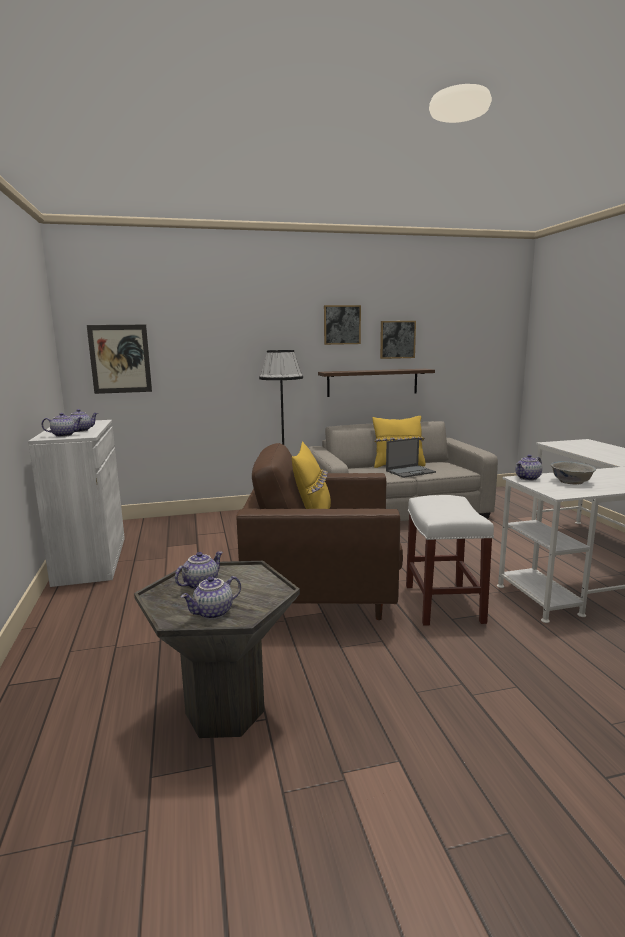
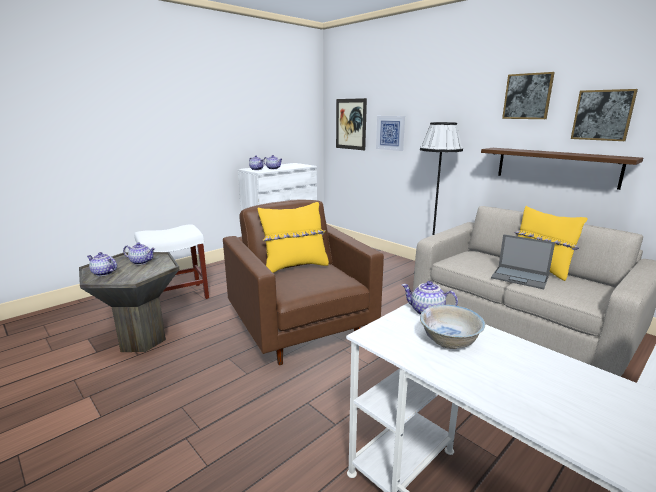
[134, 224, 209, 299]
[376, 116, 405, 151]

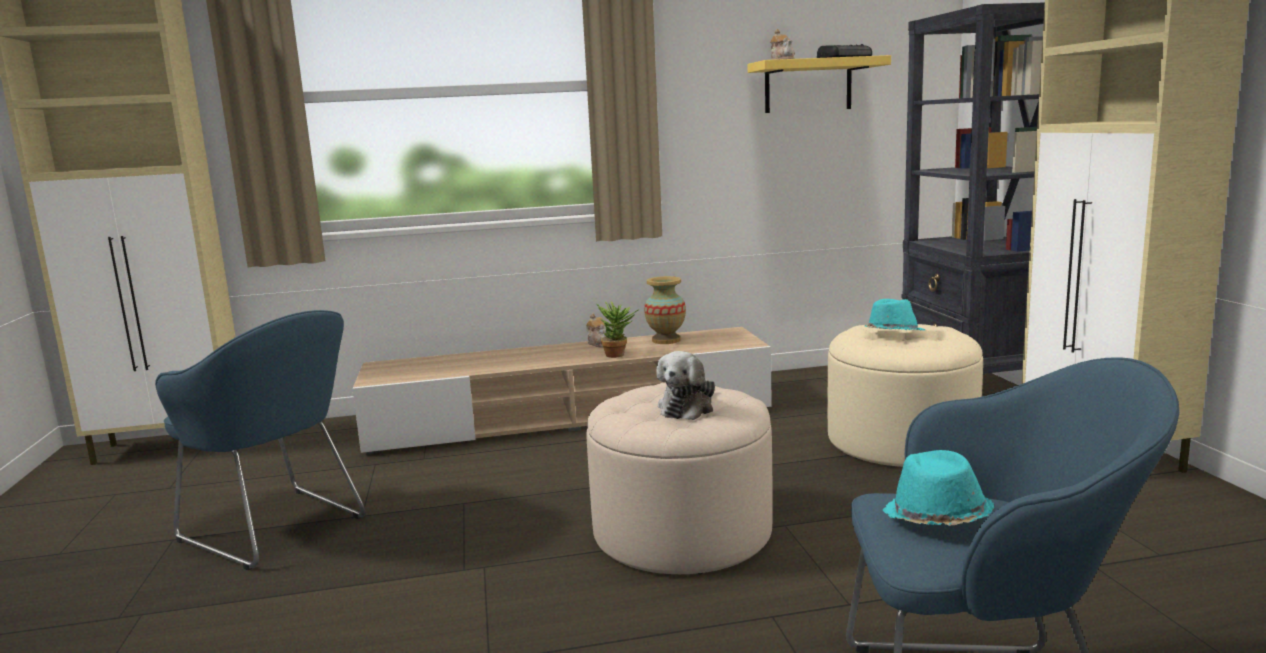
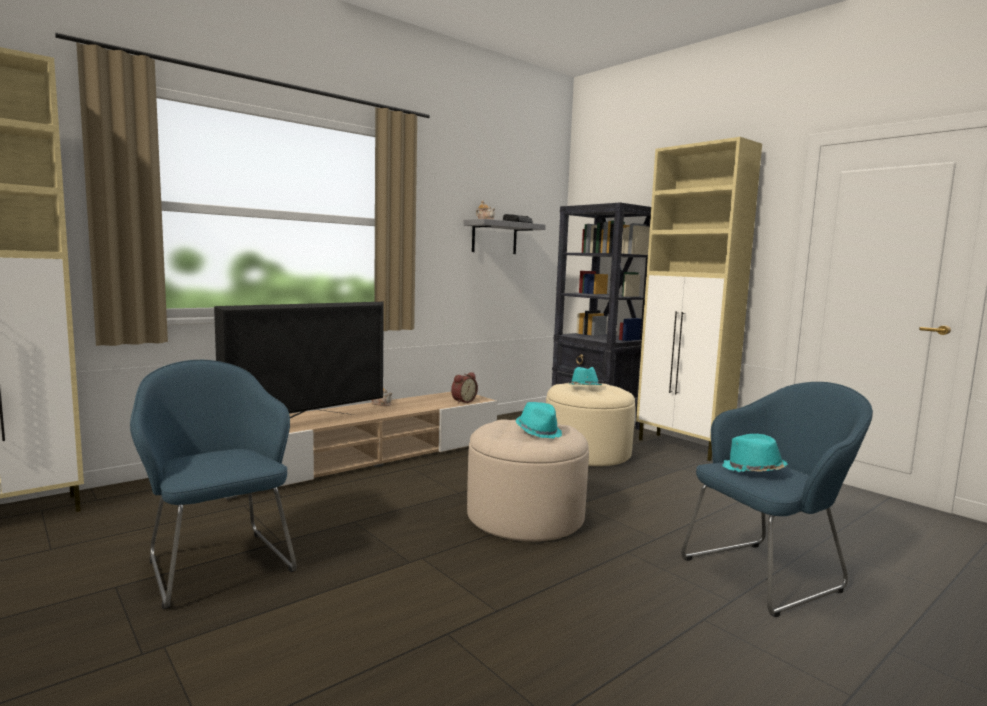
[130, 360, 297, 610]
[597, 302, 639, 358] (first image)
[644, 276, 686, 344] (first image)
[516, 402, 562, 439]
[463, 219, 546, 254]
[214, 302, 384, 418]
[451, 372, 478, 404]

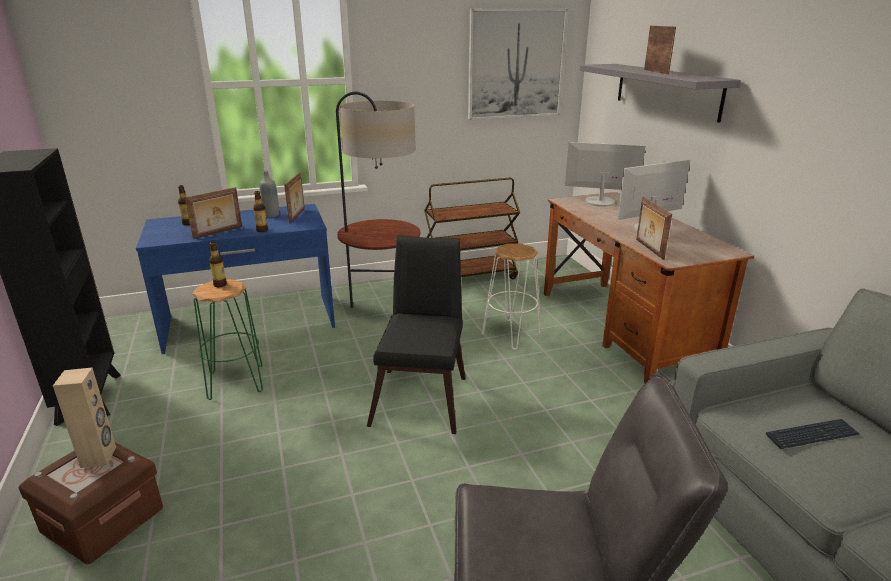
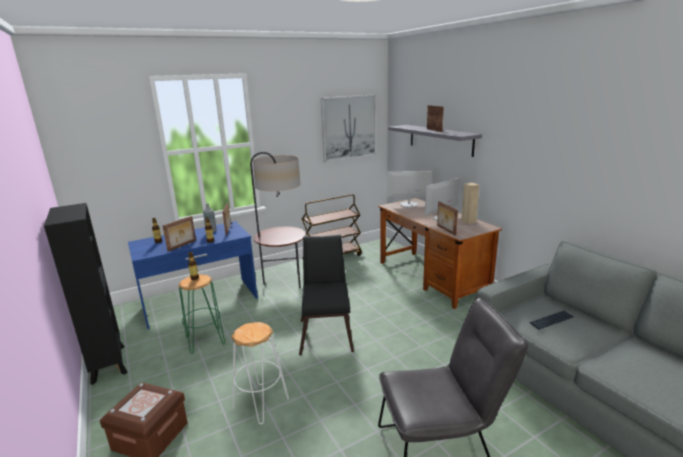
[461, 183, 479, 224]
[231, 322, 289, 424]

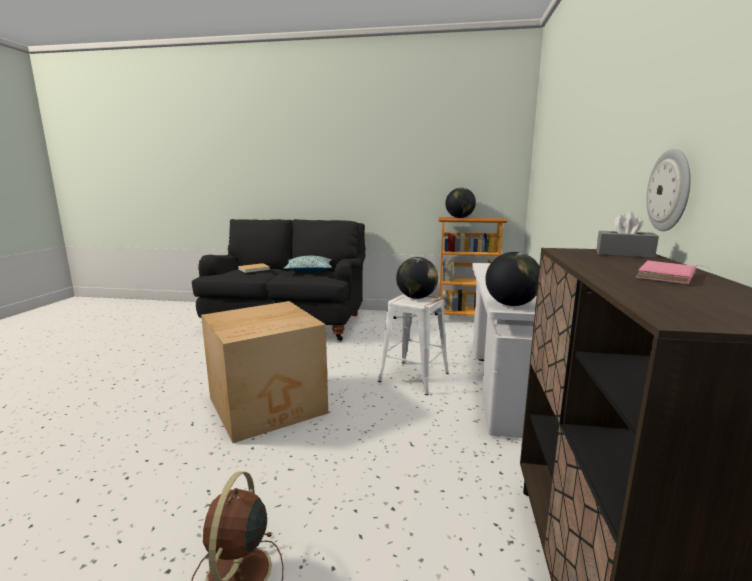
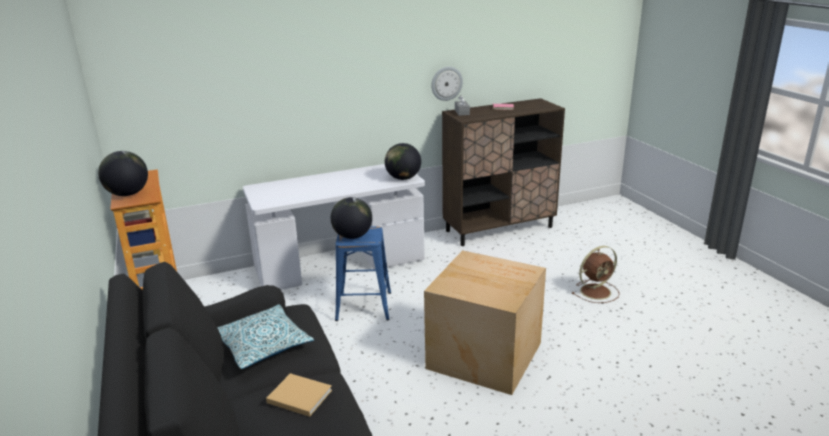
[335, 226, 391, 321]

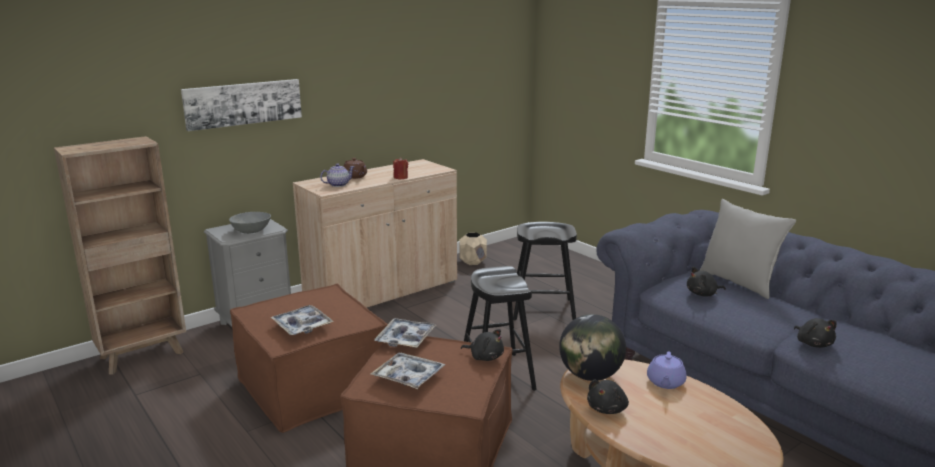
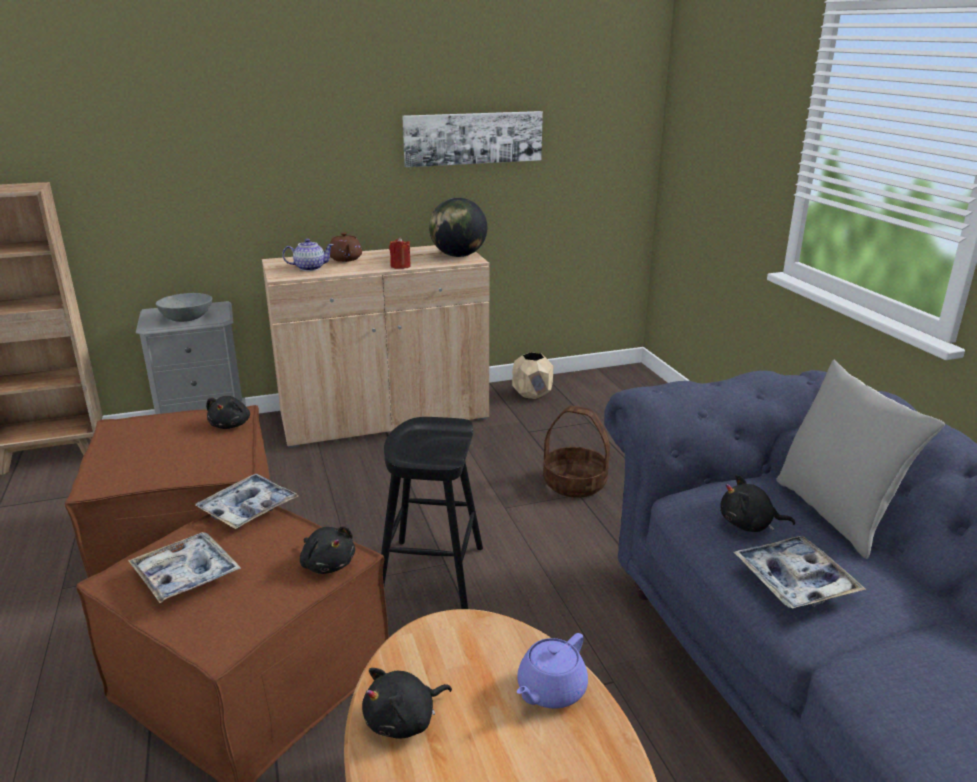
[402, 111, 543, 167]
[733, 536, 866, 609]
[543, 406, 610, 498]
[429, 198, 487, 257]
[206, 396, 250, 429]

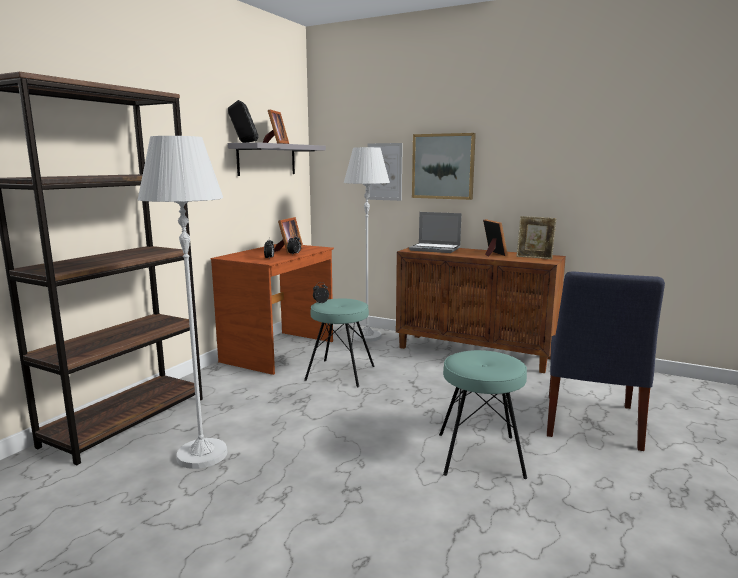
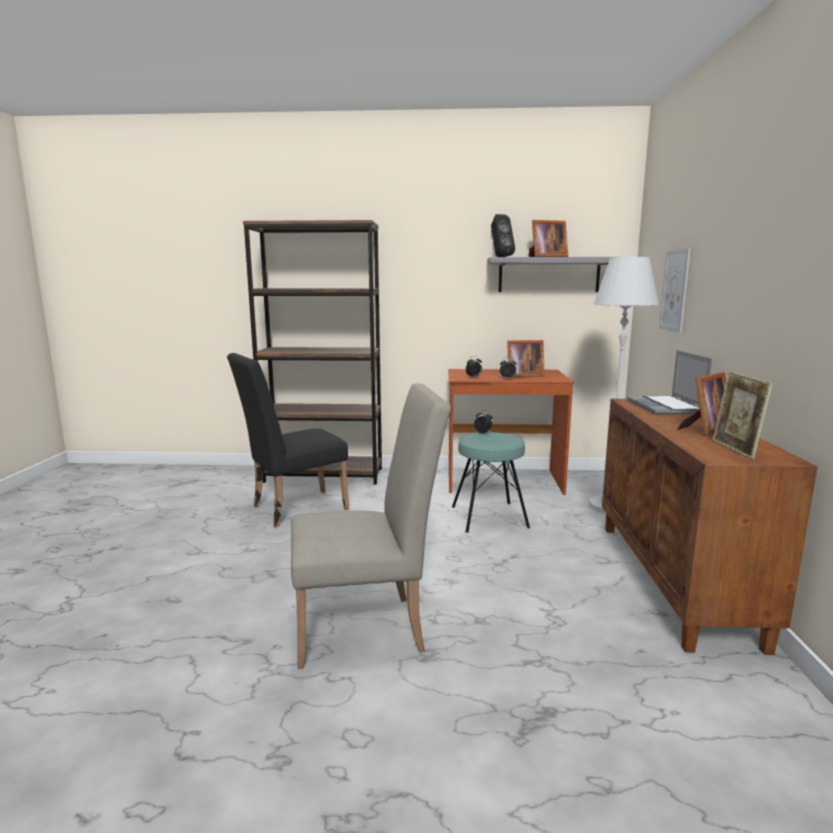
[227, 353, 349, 527]
[412, 133, 476, 200] (first image)
[291, 383, 451, 669]
[547, 271, 665, 451] (first image)

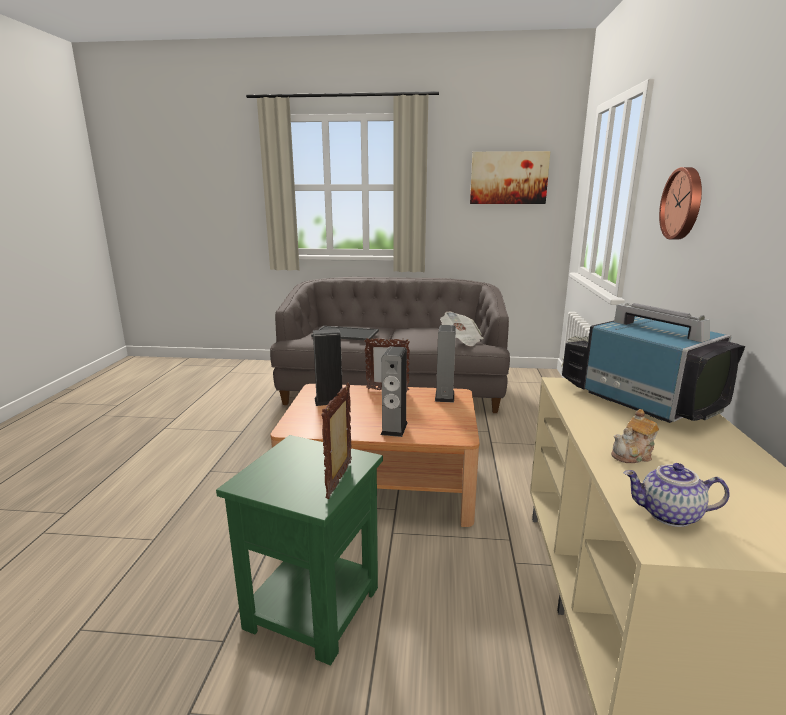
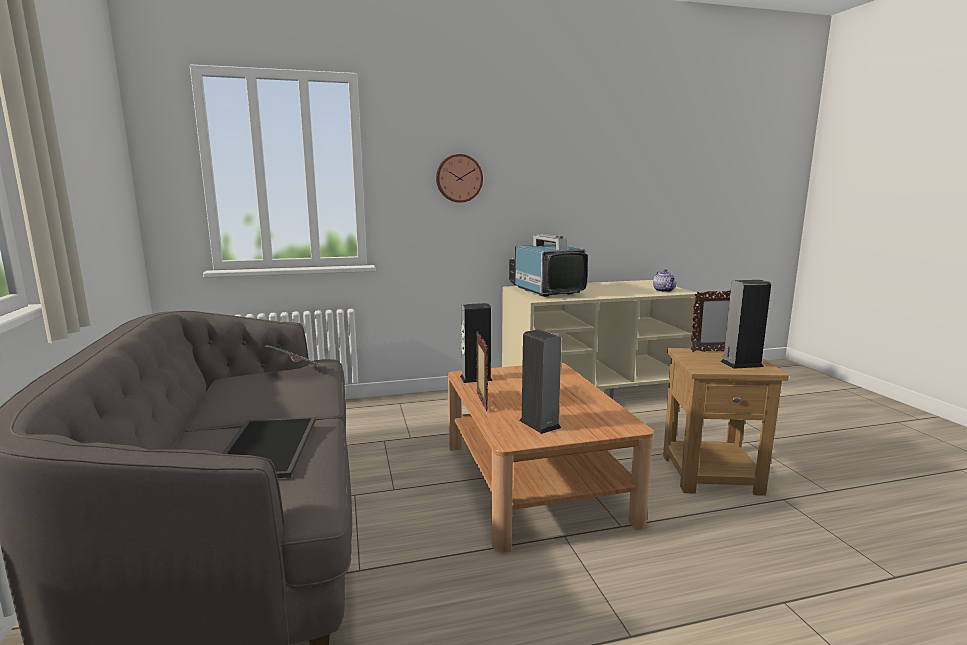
[663, 348, 789, 496]
[720, 280, 771, 369]
[470, 151, 550, 204] (first image)
[509, 234, 588, 297]
[611, 409, 659, 463] (first image)

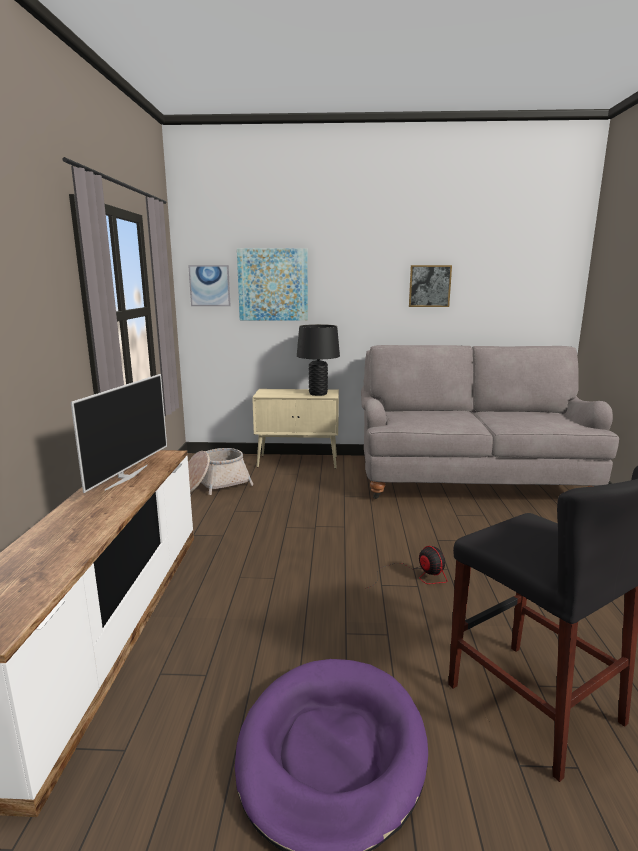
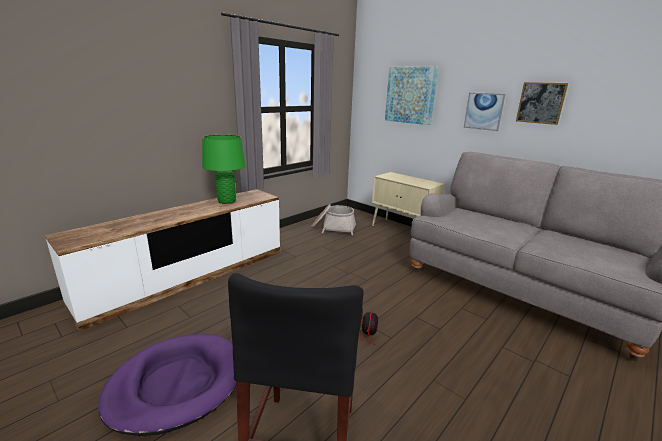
[202, 135, 246, 204]
[464, 93, 505, 131]
[297, 324, 340, 396] (first image)

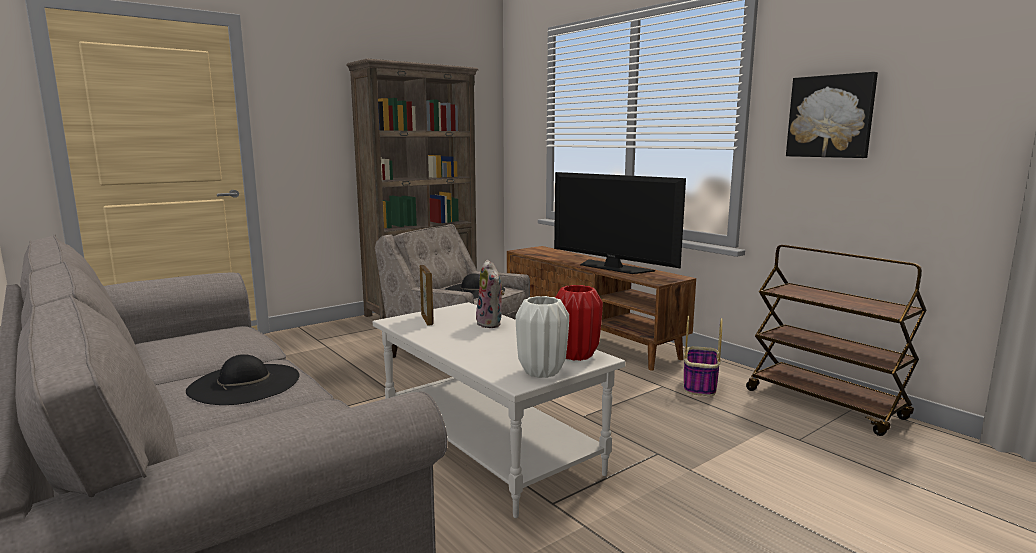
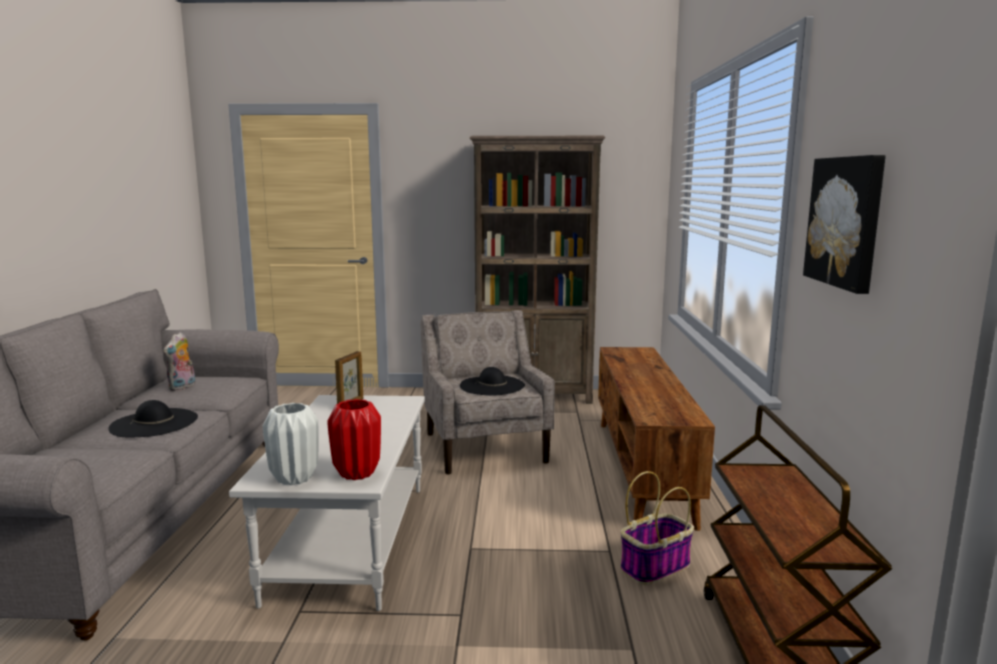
[163, 332, 195, 391]
[554, 172, 686, 274] (first image)

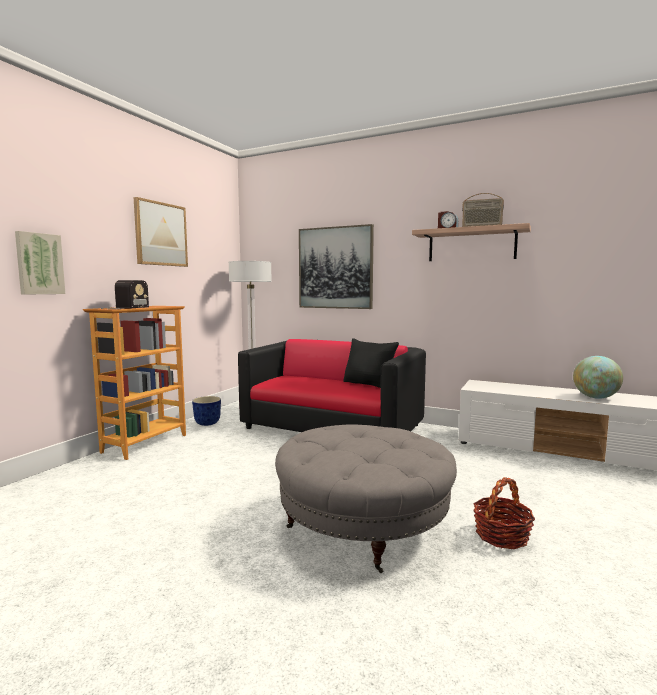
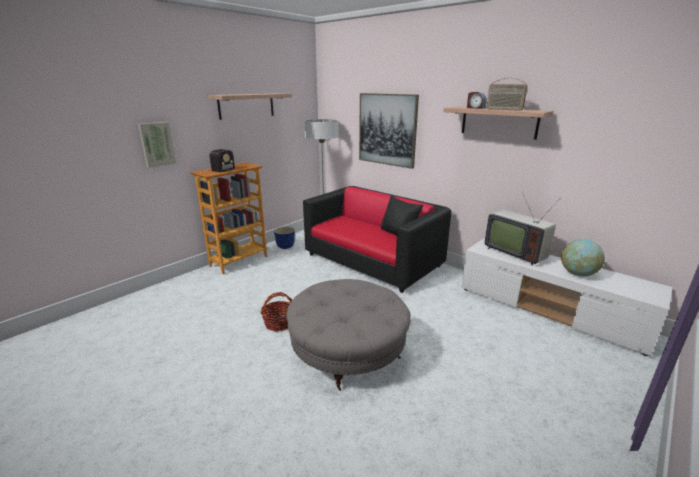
[208, 93, 292, 120]
[260, 292, 292, 331]
[485, 192, 558, 266]

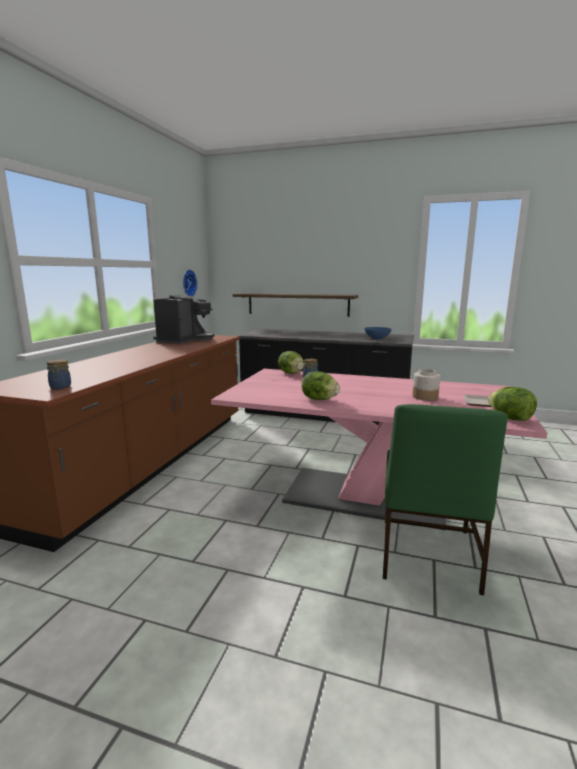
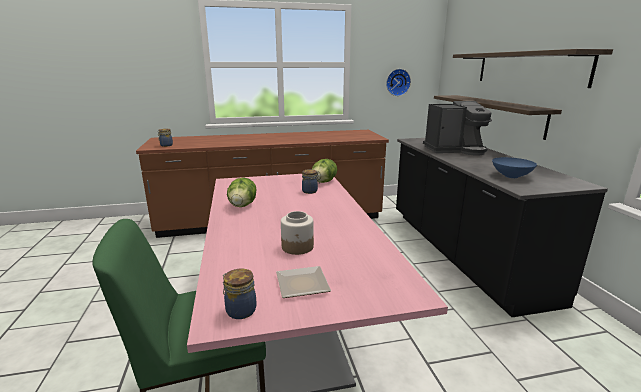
[423, 101, 492, 155]
[223, 269, 257, 319]
[453, 49, 613, 88]

